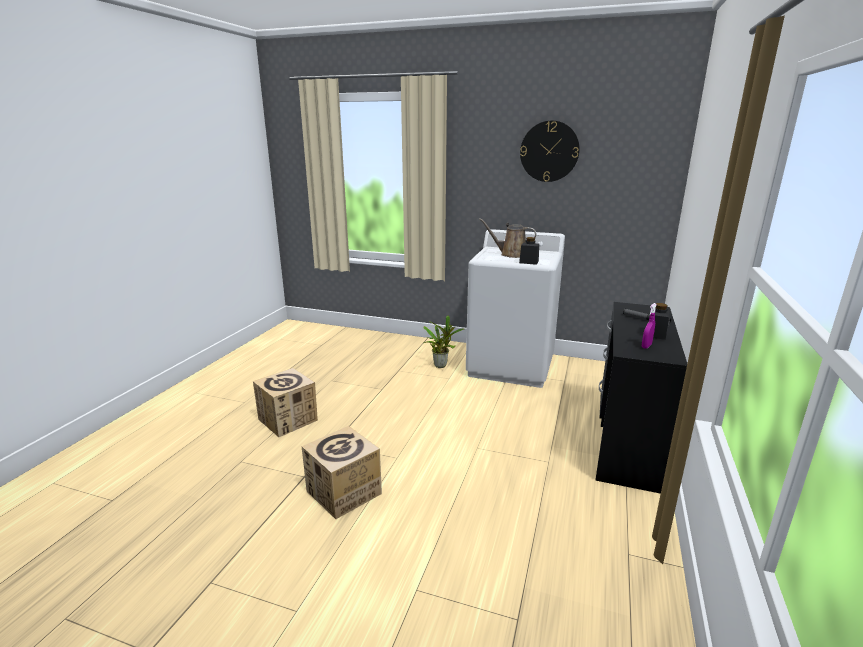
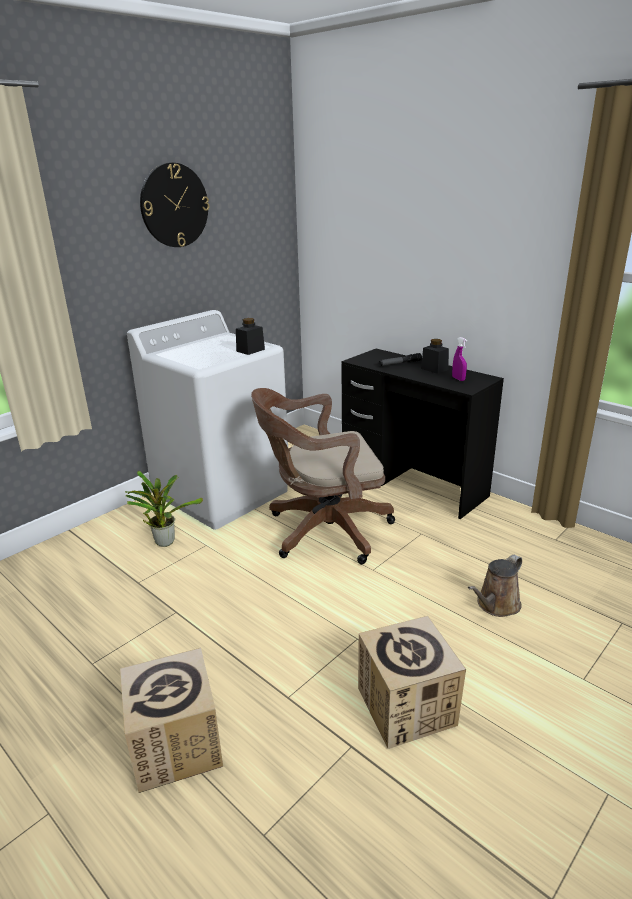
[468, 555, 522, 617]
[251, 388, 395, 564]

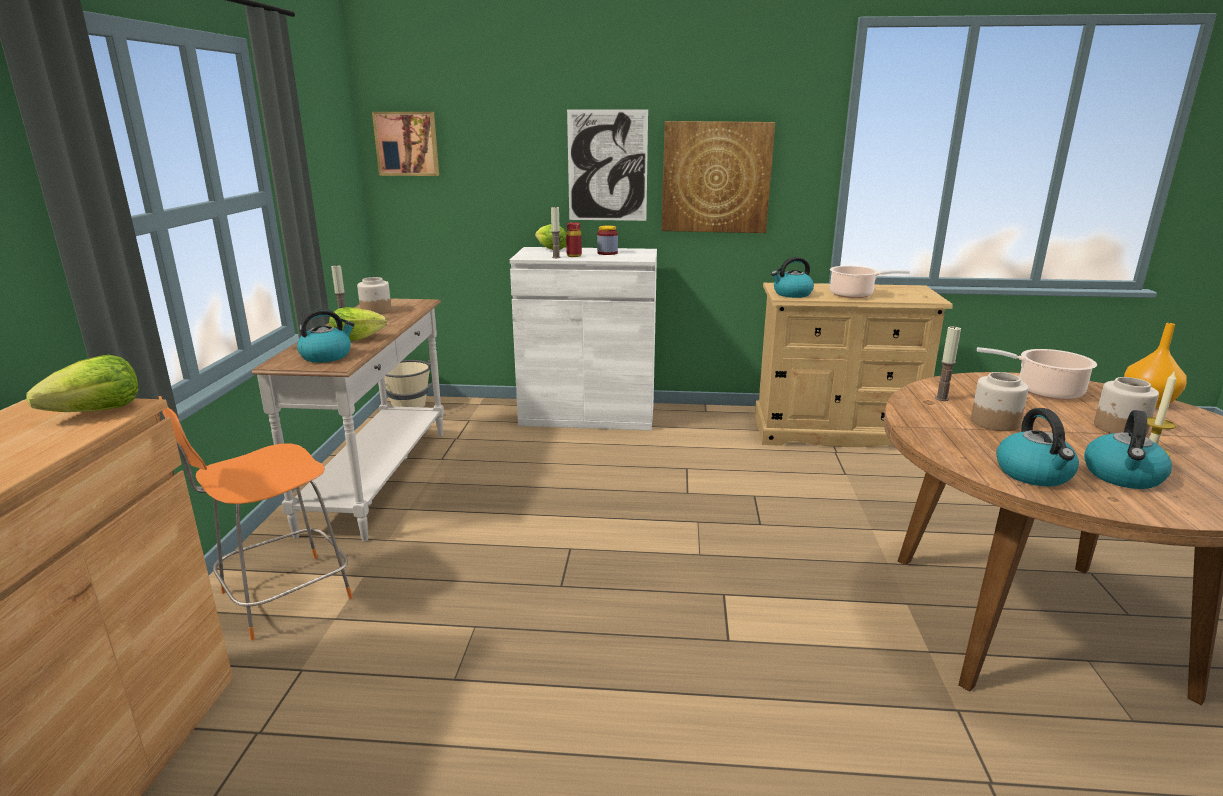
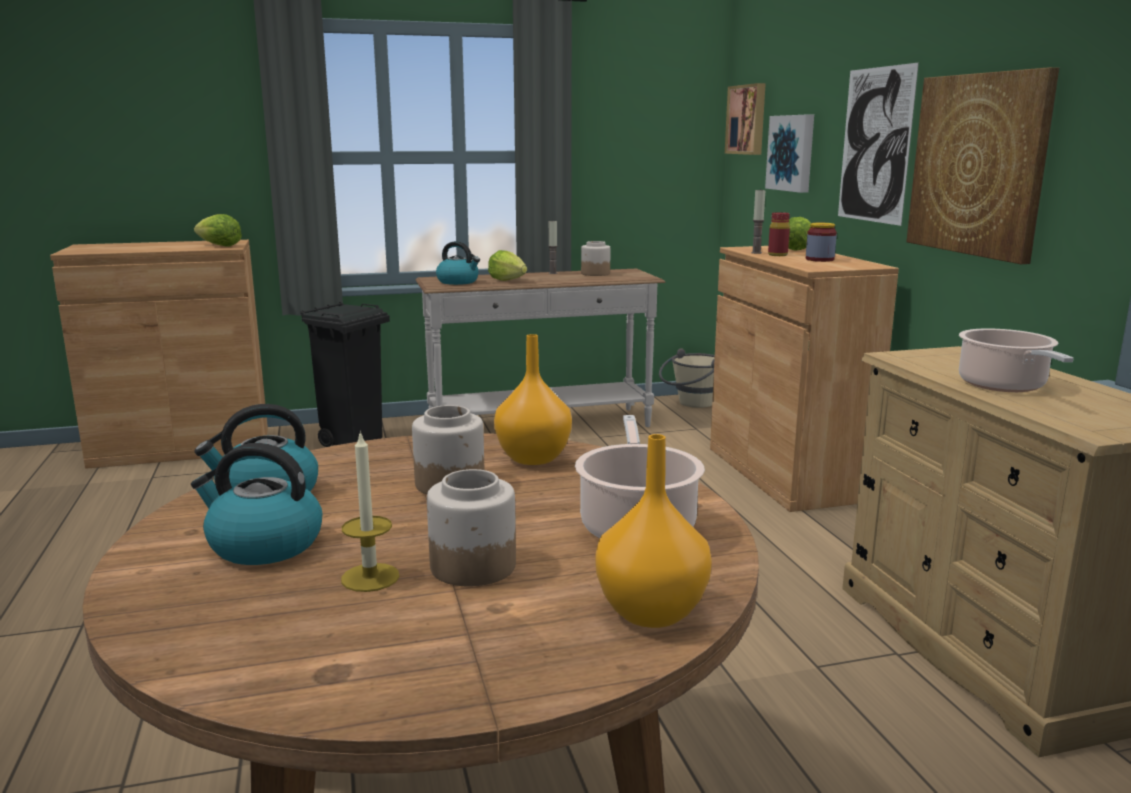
[300, 302, 390, 447]
[710, 246, 899, 512]
[771, 257, 814, 298] (first image)
[494, 334, 572, 465]
[765, 115, 814, 193]

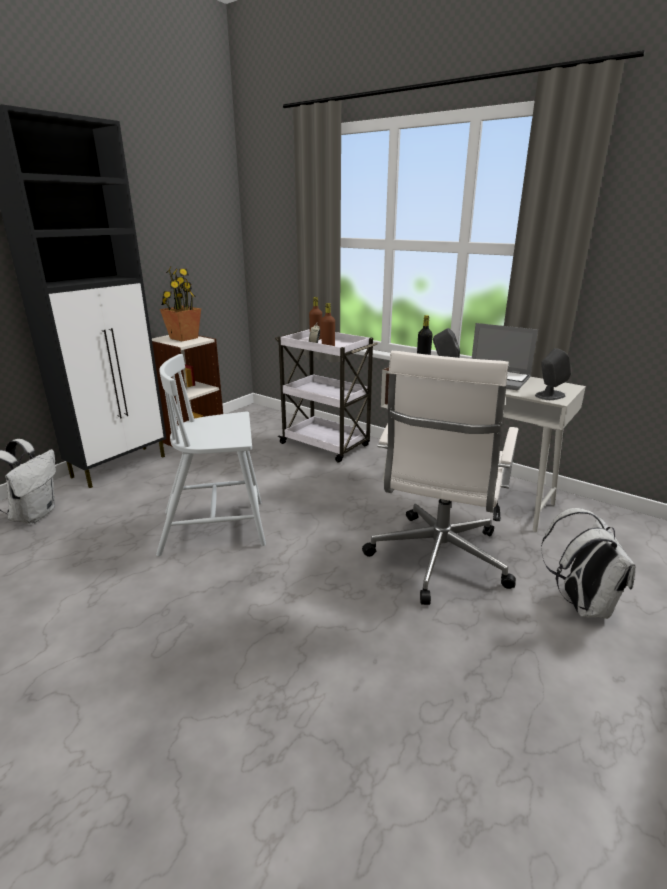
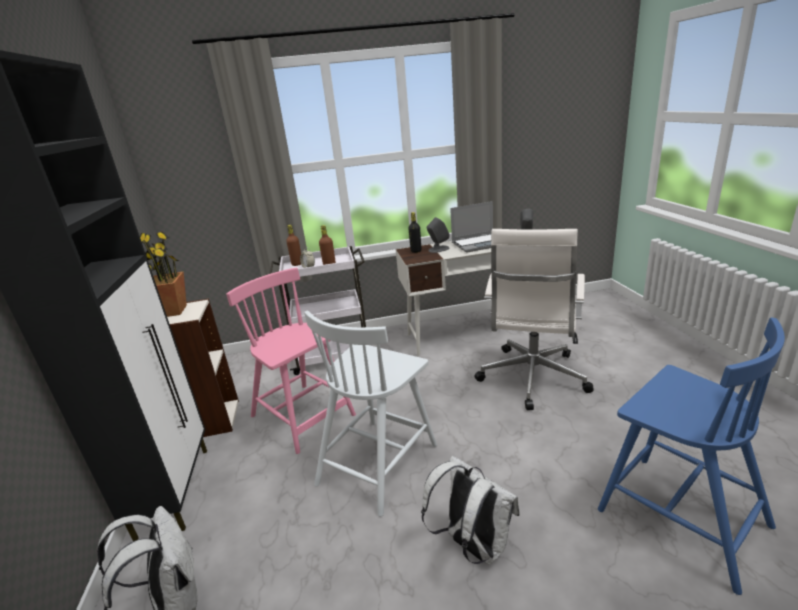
[475, 229, 593, 410]
[421, 456, 520, 565]
[226, 267, 356, 454]
[598, 317, 785, 595]

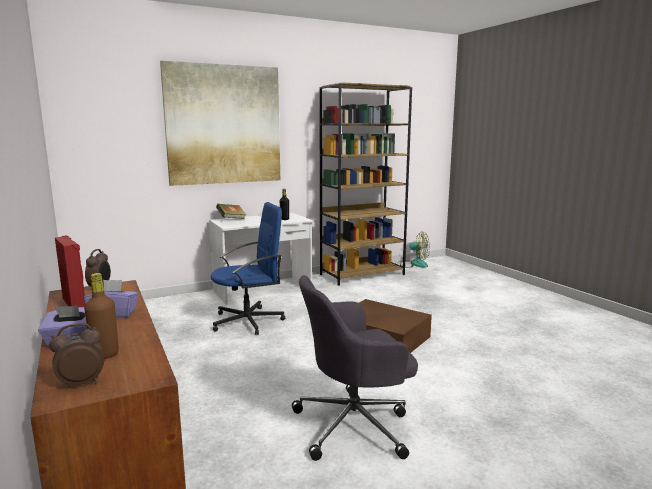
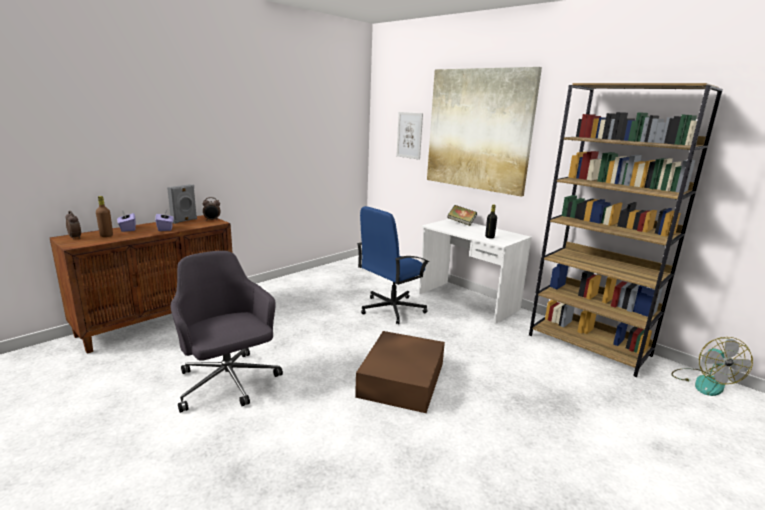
[167, 184, 197, 224]
[357, 206, 429, 324]
[396, 112, 423, 160]

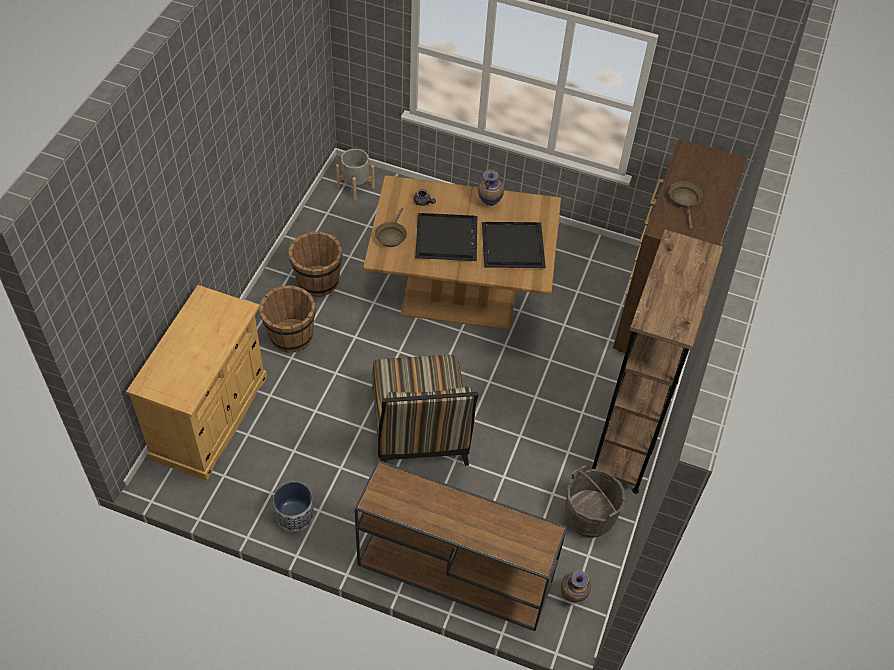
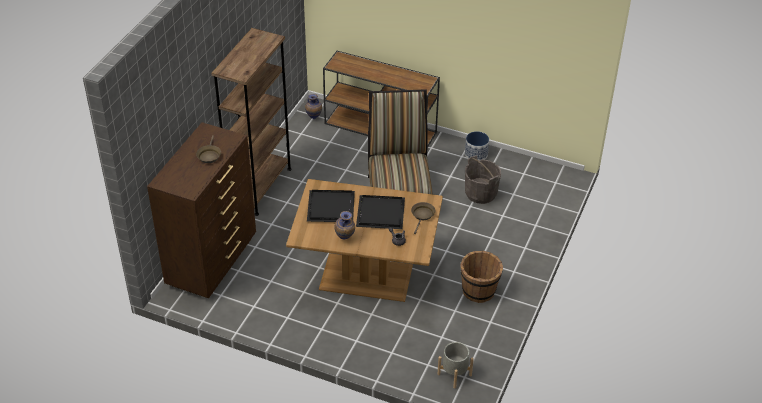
[126, 285, 267, 481] (first image)
[259, 286, 315, 353] (first image)
[465, 155, 501, 204]

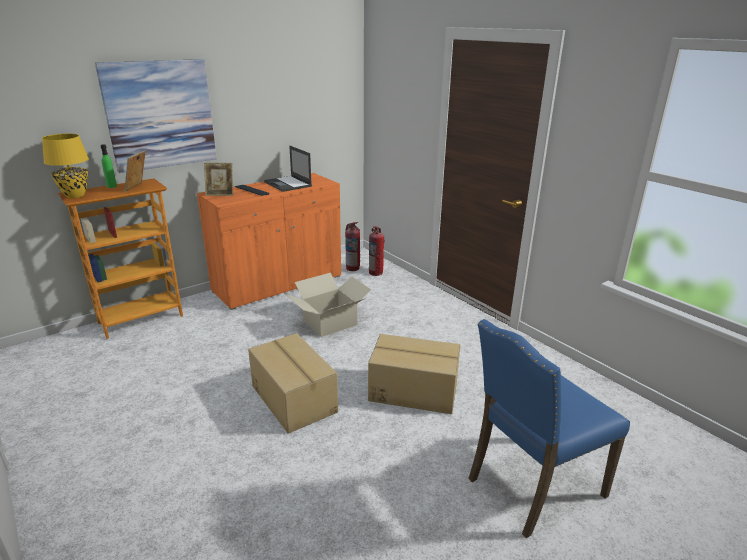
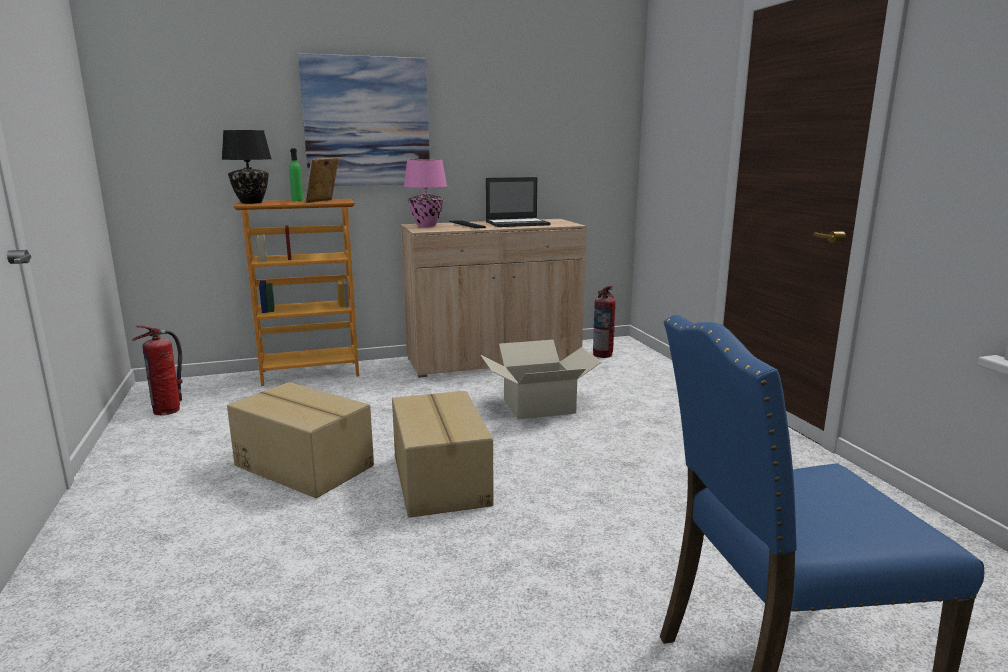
[221, 130, 271, 204]
[401, 219, 587, 378]
[404, 159, 447, 227]
[486, 177, 551, 227]
[227, 382, 374, 498]
[132, 325, 183, 415]

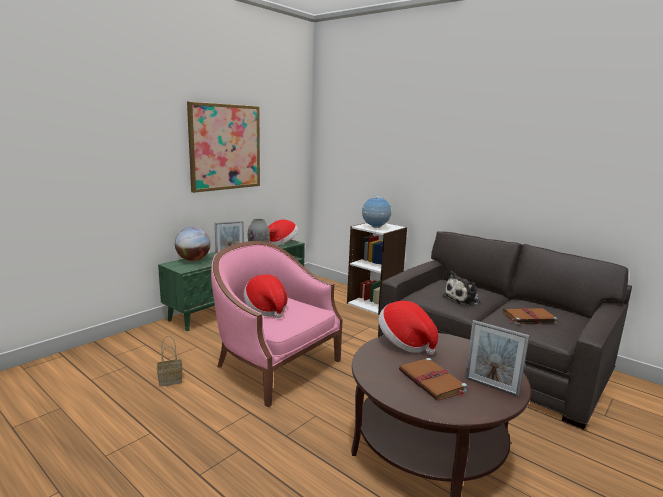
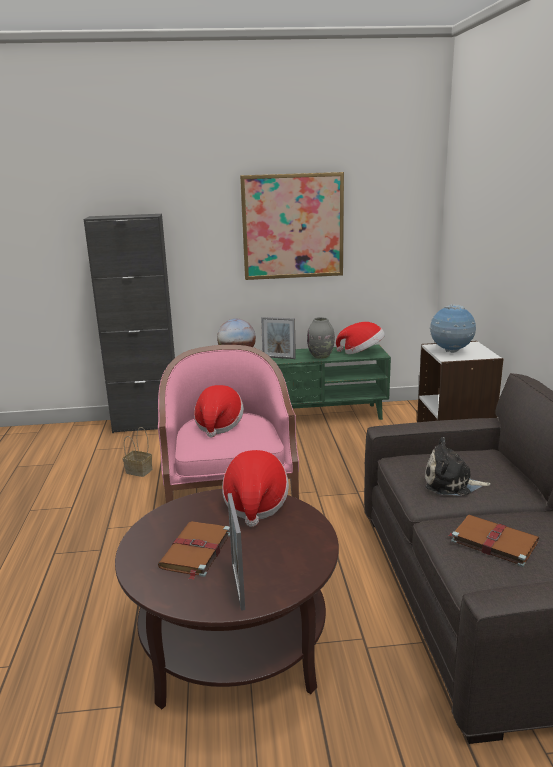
[84, 214, 175, 433]

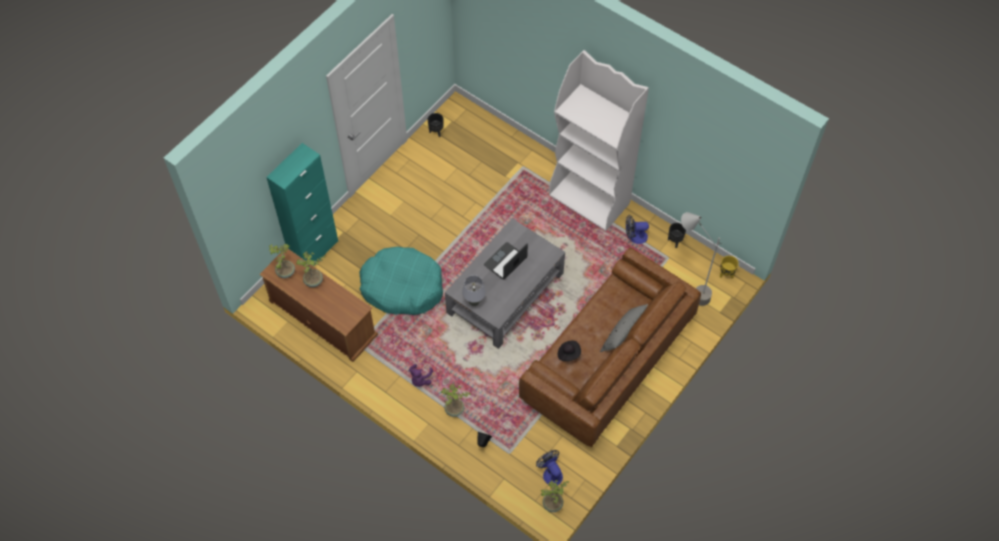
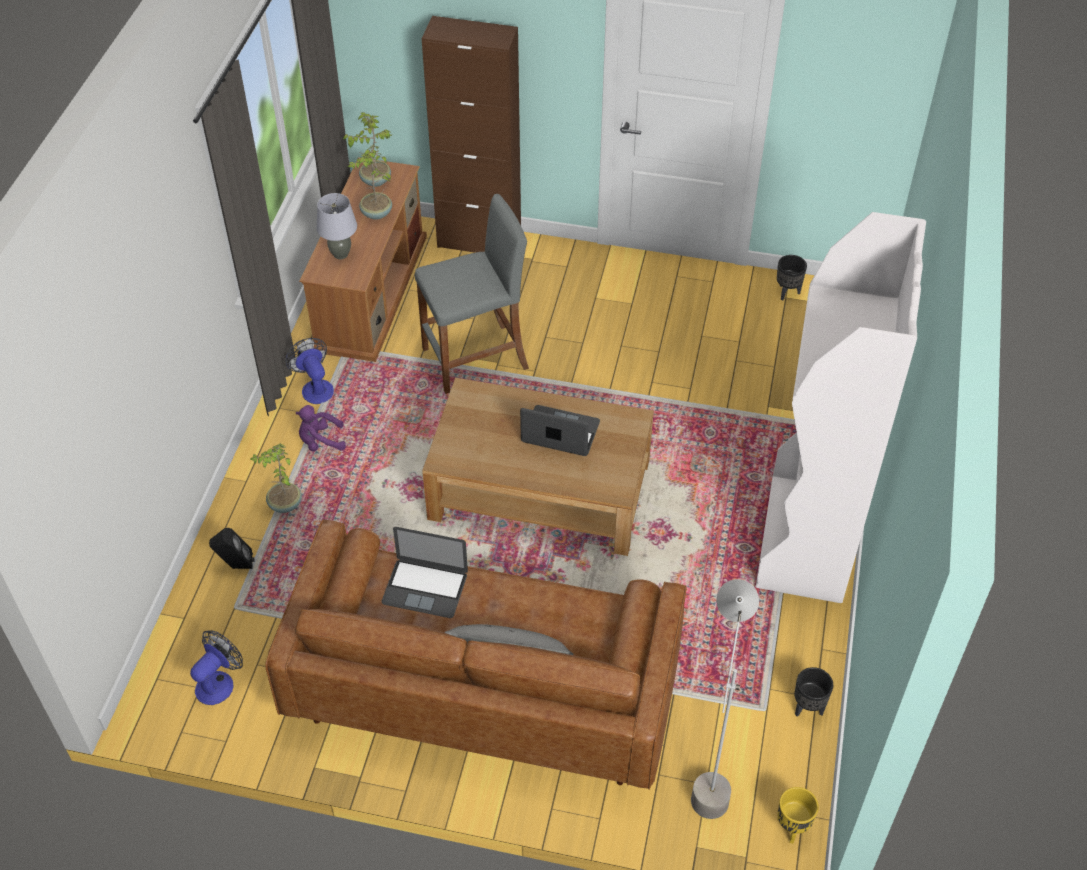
[422, 16, 521, 253]
[415, 194, 529, 394]
[422, 378, 654, 556]
[316, 193, 357, 259]
[541, 480, 569, 512] (first image)
[382, 527, 468, 618]
[285, 338, 334, 404]

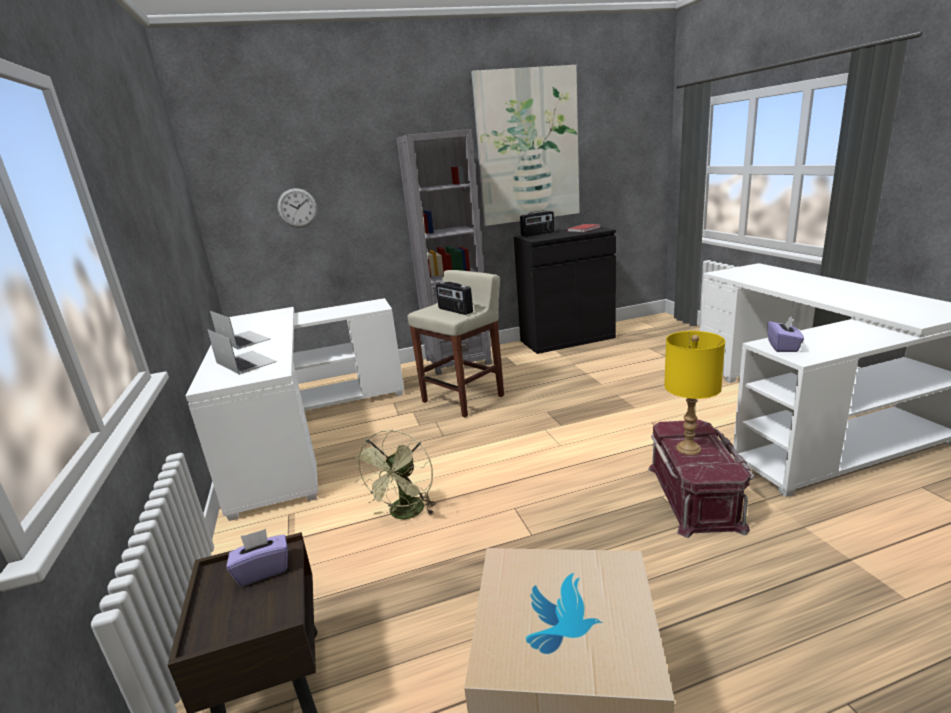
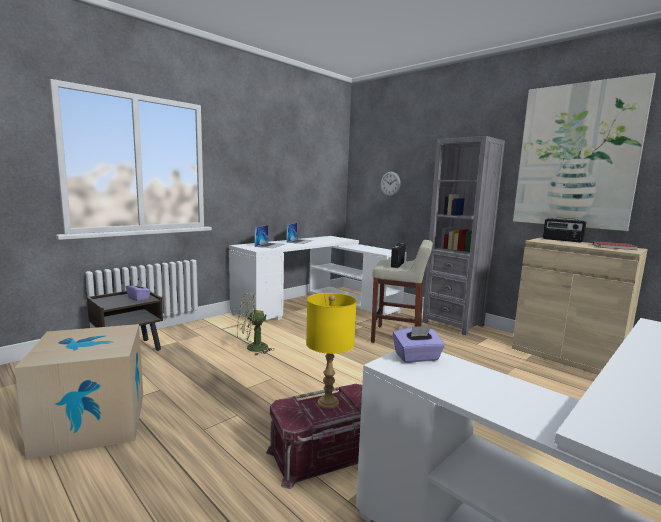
[512, 238, 648, 375]

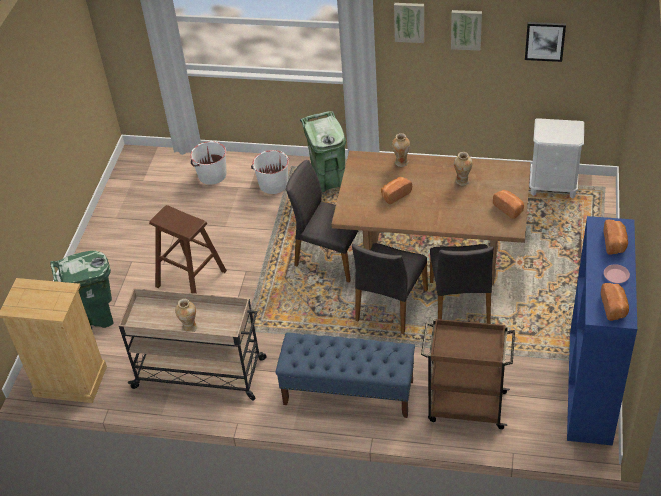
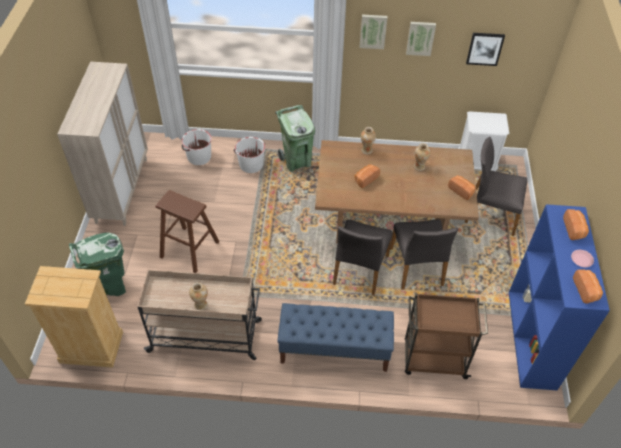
[465, 137, 527, 236]
[57, 62, 148, 226]

